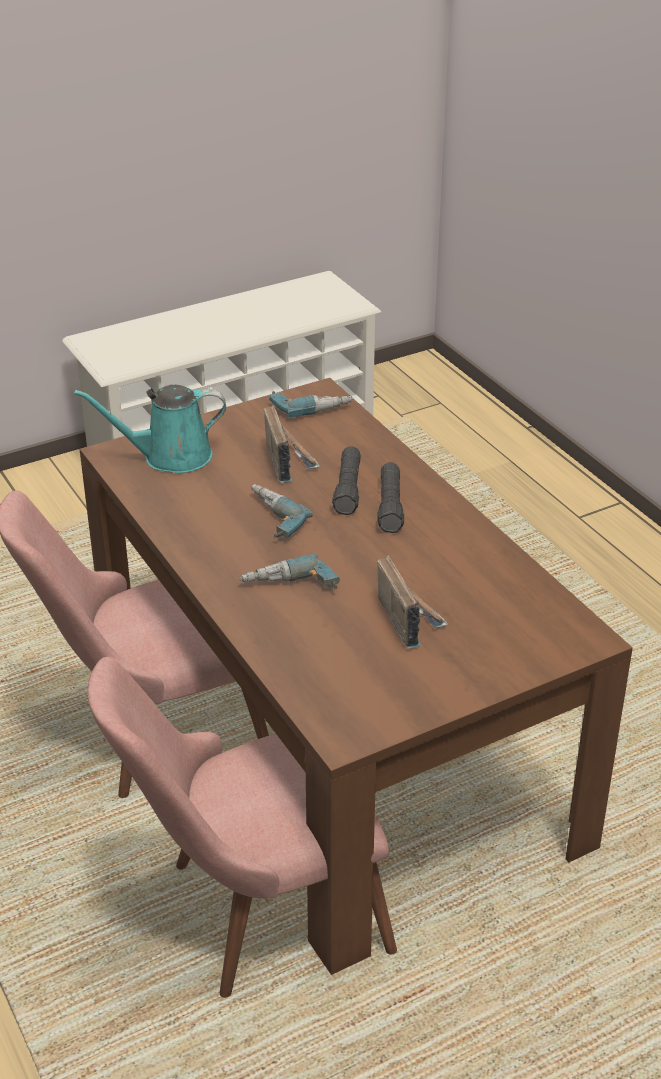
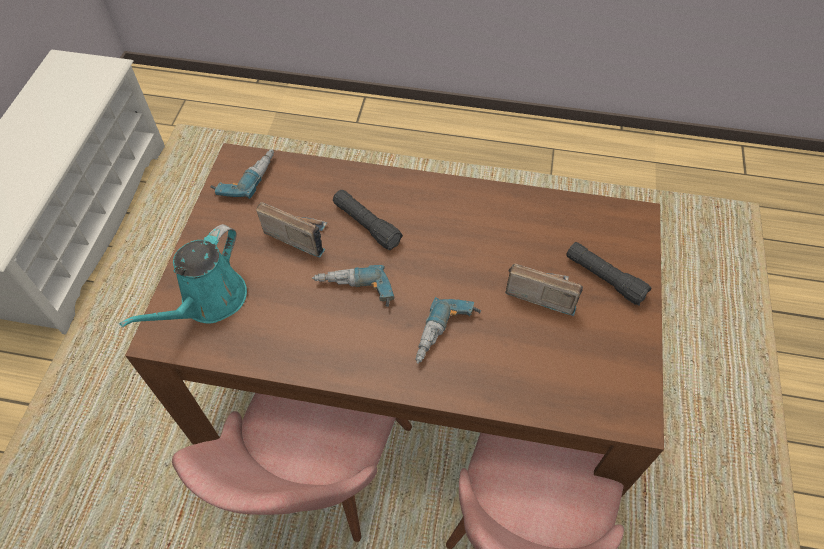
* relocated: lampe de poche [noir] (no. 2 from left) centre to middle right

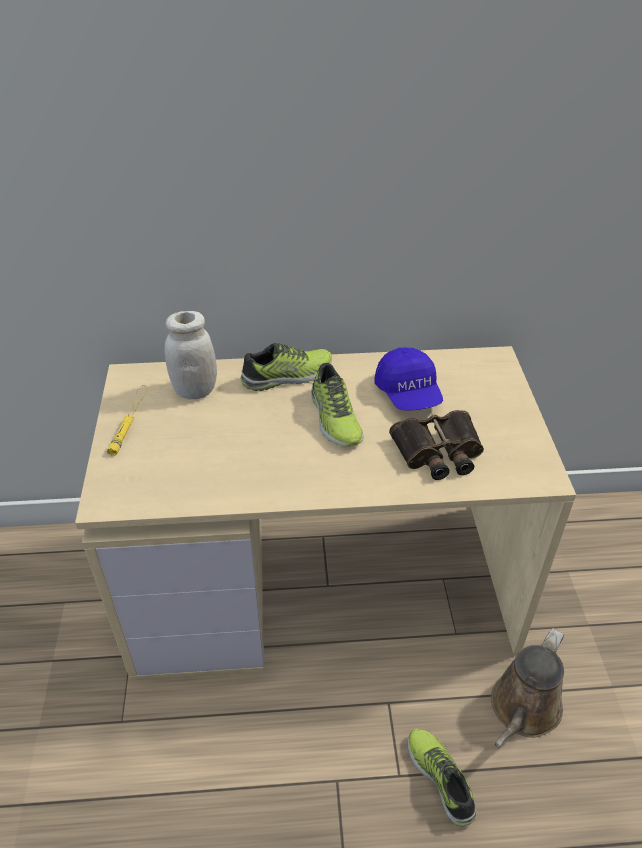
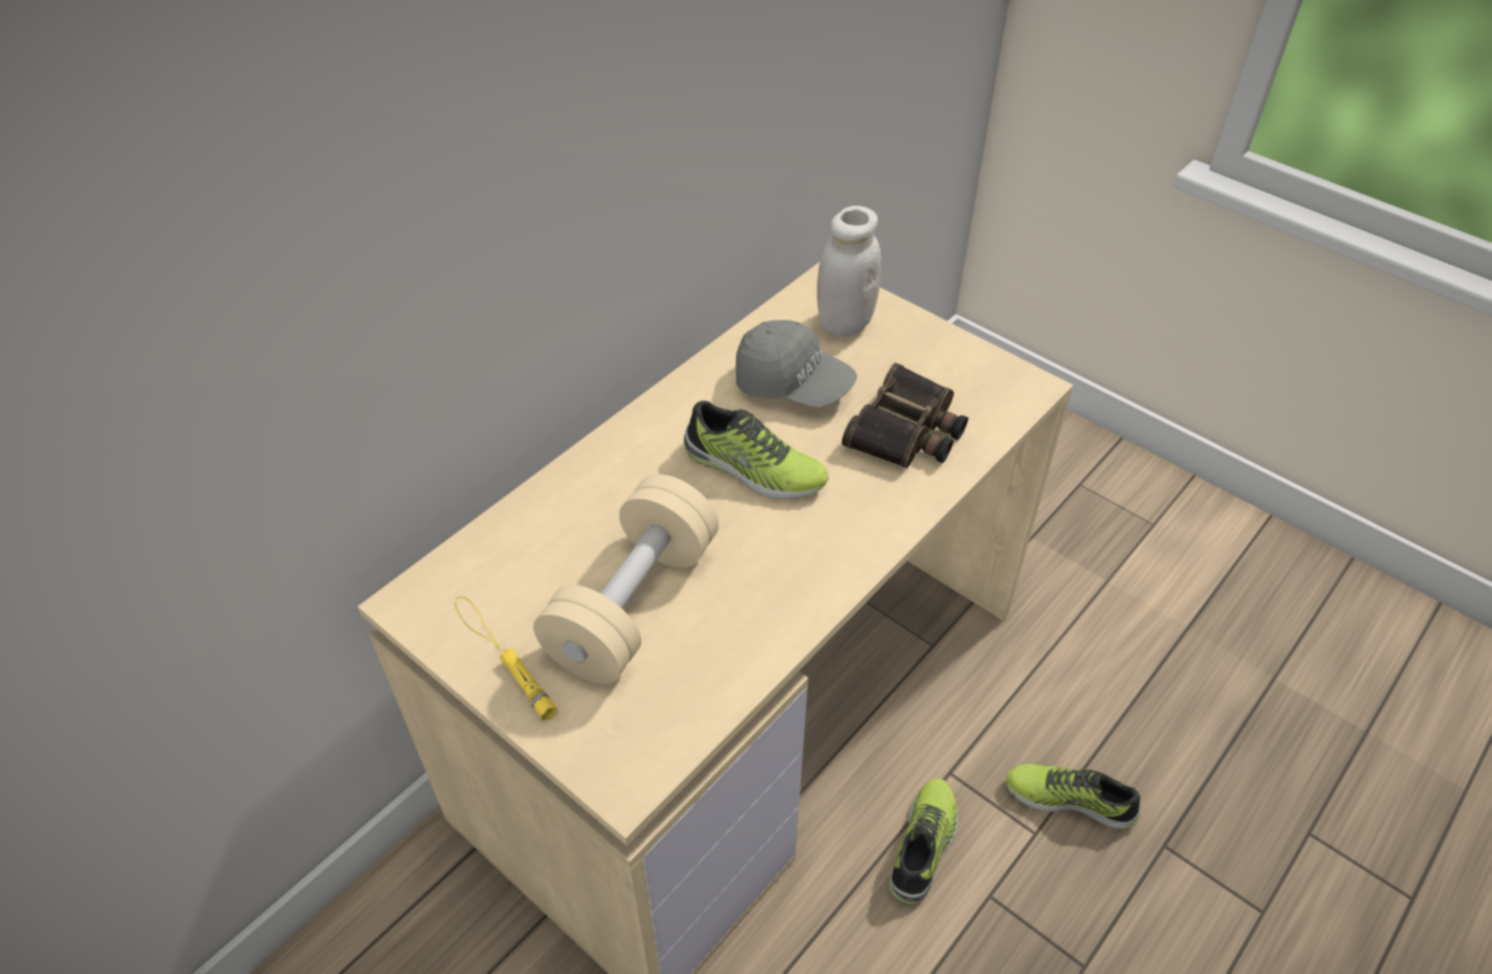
* appeared: haltère [beige] centre
* colour: casquette [bleu] centre to casquette [gris] centre
* relocated: bocal [blanc] middle left to top centre
* relocated: chaussure (no. 1 from left in the first image) centre to chaussure (no. 2 from left) bottom centre
* missing: arrosoir [marron] bottom right

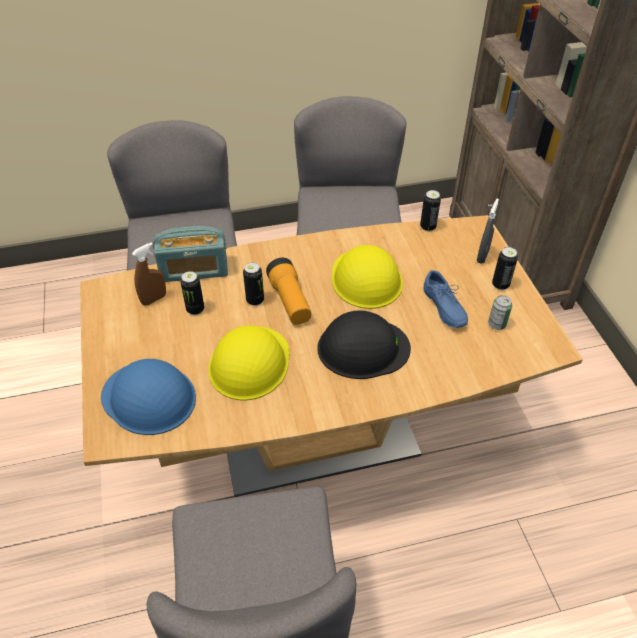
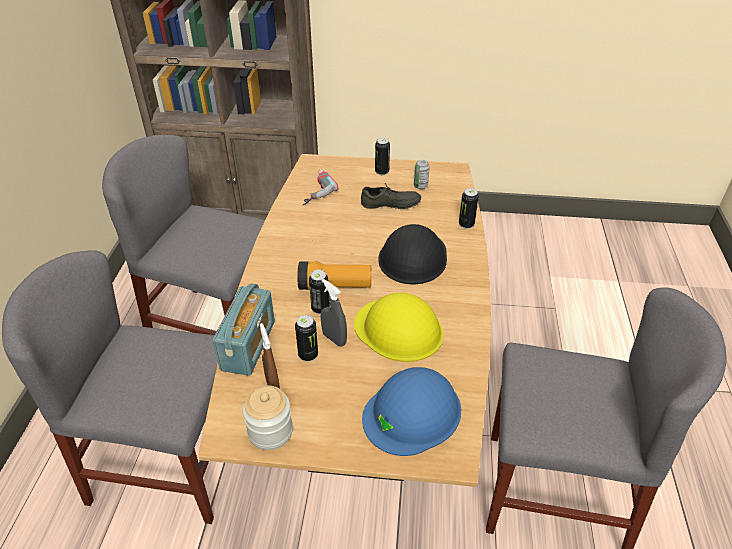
* appeared: bocal bottom centre
* appeared: perceuse centre
* relocated: vaporisateur [gris] middle right to centre
* colour: chaussure [bleu] middle right to chaussure [gris] centre
* relocated: boîte métallique (no. 3 from left in the first image) top right to boîte métallique (no. 5 from left) centre
* missing: casque de chantier [jaune] (no. 2 from left) centre

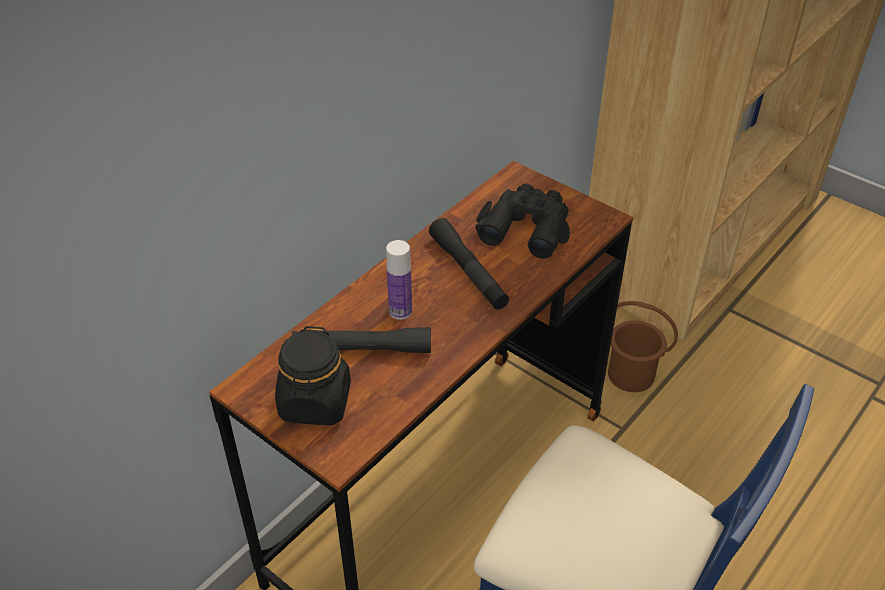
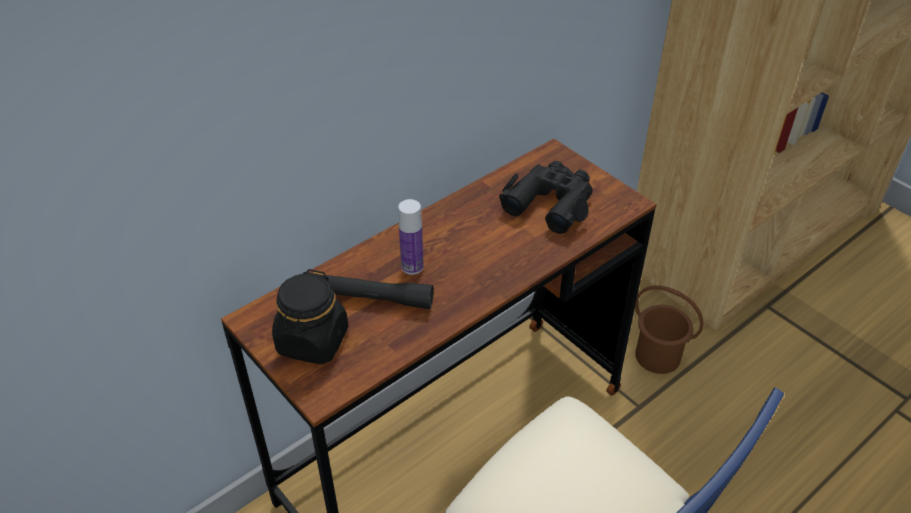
* missing: lampe de poche [noir] (no. 2 from left) centre

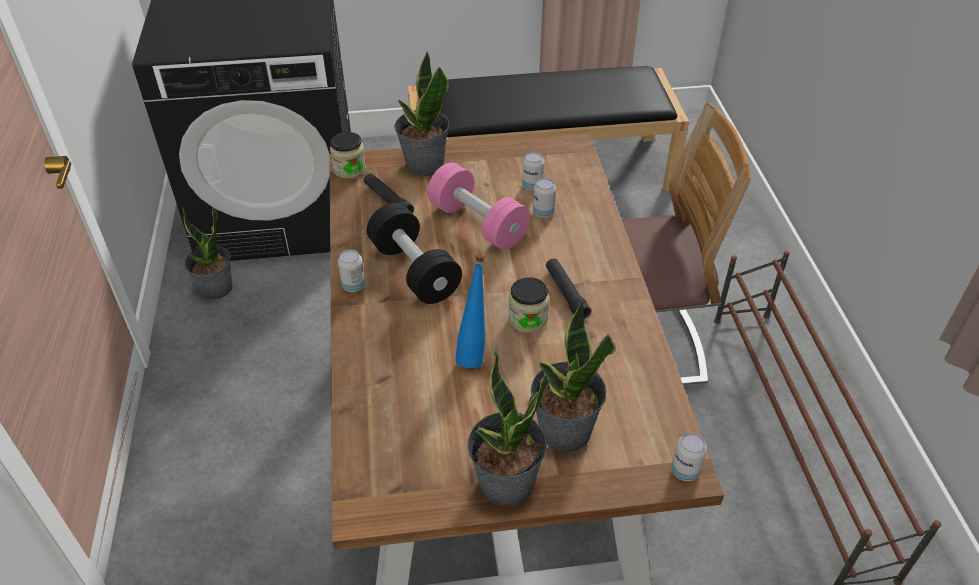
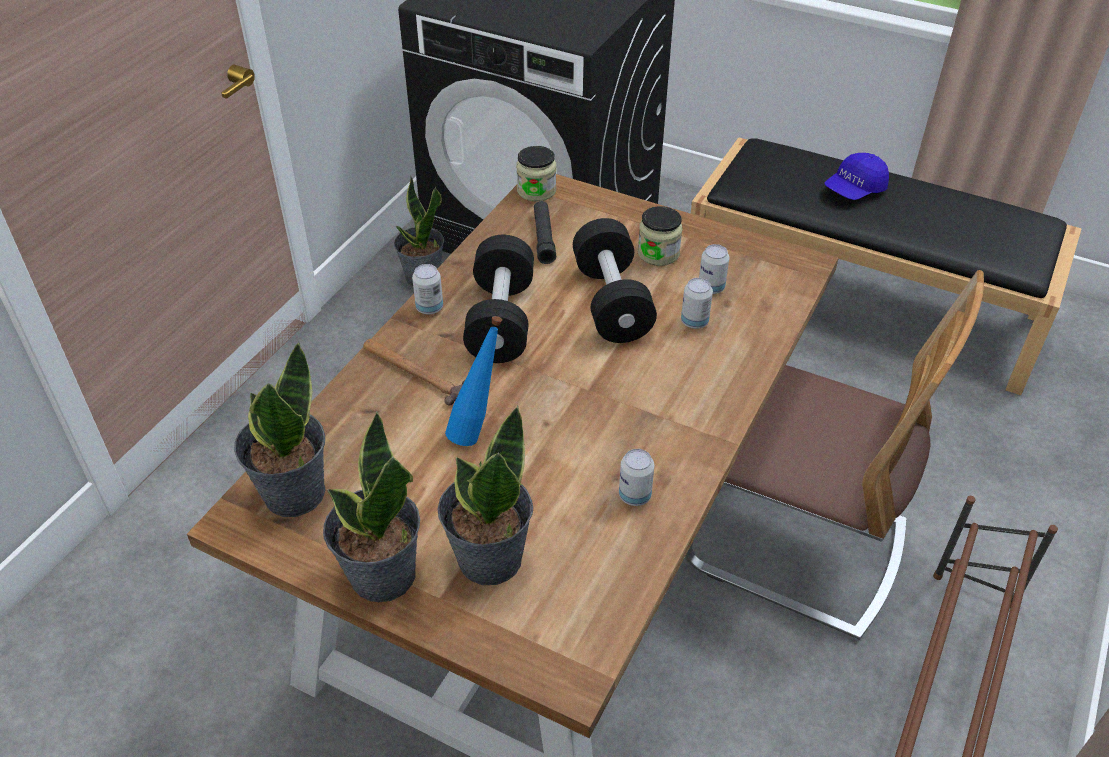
* relocated: plante en pot (no. 2 from left in the first image) top centre to plante en pot (no. 1 from left) middle left
* appeared: marteau centre
* colour: haltère [rose] centre to haltère [noir] (no. 2 from left) centre
* relocated: boîte métallique (no. 4 from left in the first image) bottom right to boîte métallique (no. 2 from left) centre
* relocated: bocal (no. 2 from left) centre to top centre
* appeared: casquette [bleu] top right
* missing: lampe de poche [noir] (no. 2 from left) centre

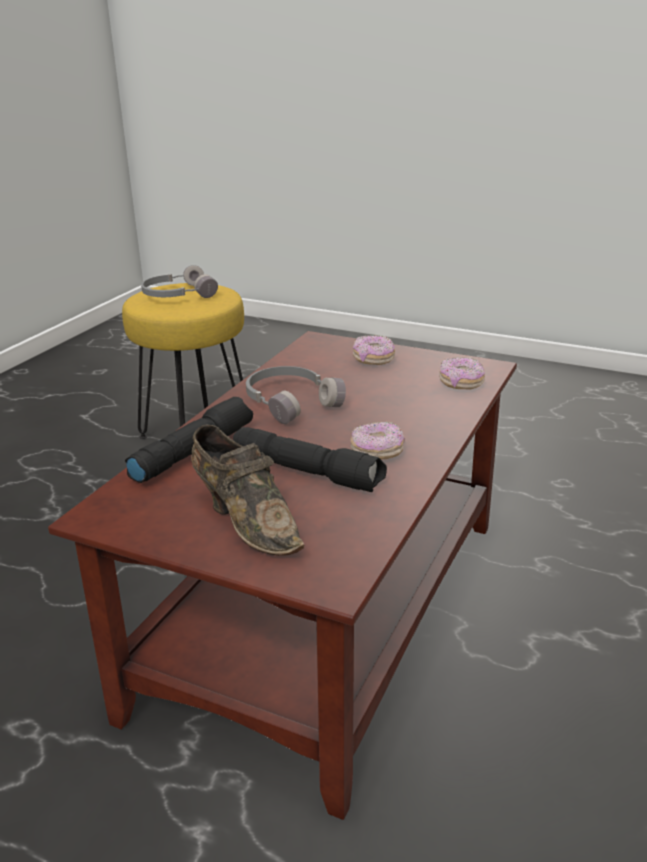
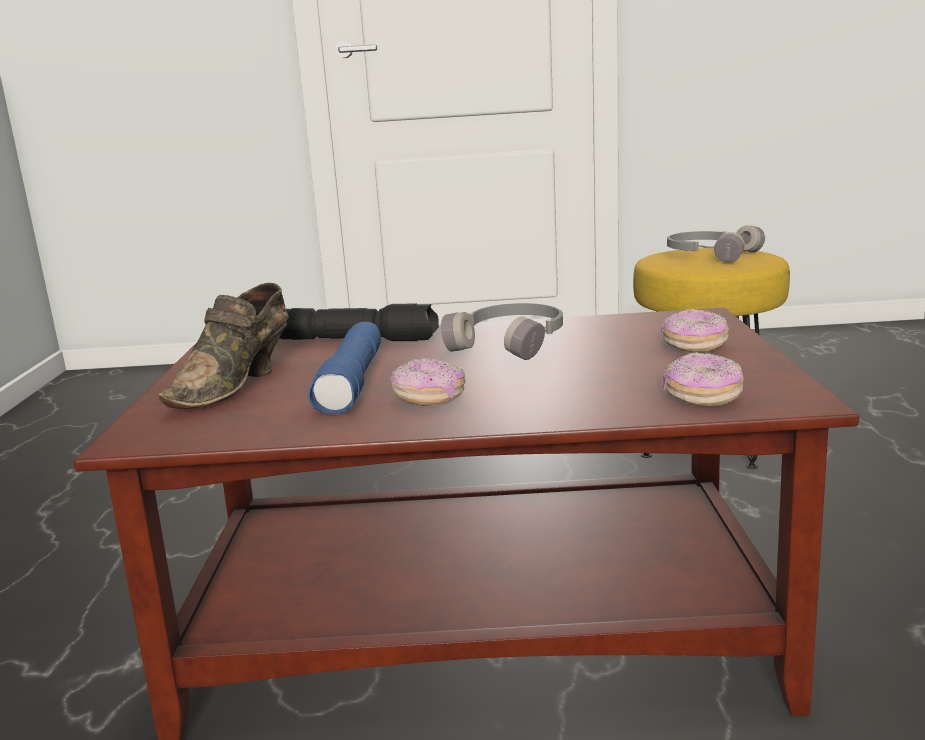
* colour: lampe de poche [noir] (no. 2 from left) centre to lampe de poche [bleu] centre

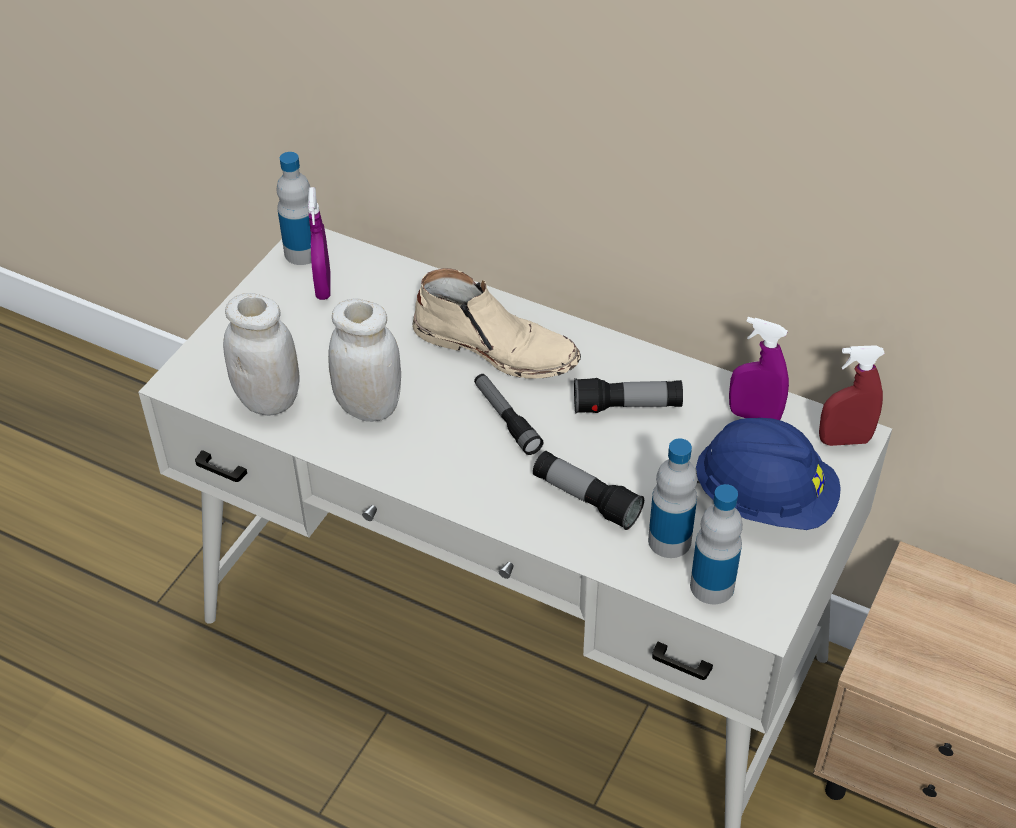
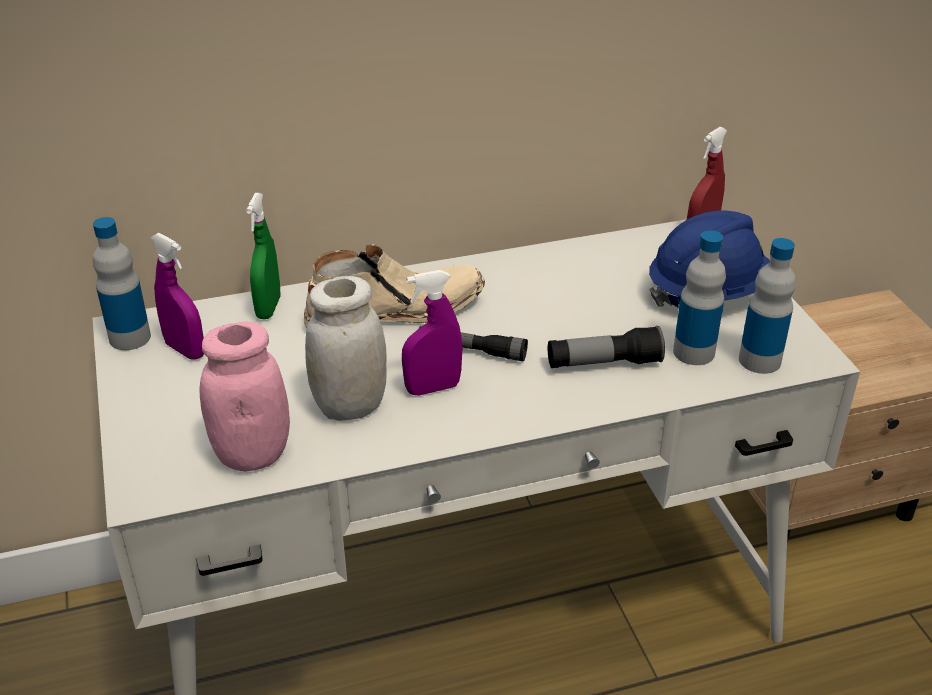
* colour: bocal [blanc] (no. 1 from left) middle left to bocal [rose] middle left
* appeared: vaporisateur [vert] middle left
* relocated: vaporisateur [violet] (no. 2 from left) middle right to centre
* missing: lampe de poche (no. 3 from left) centre

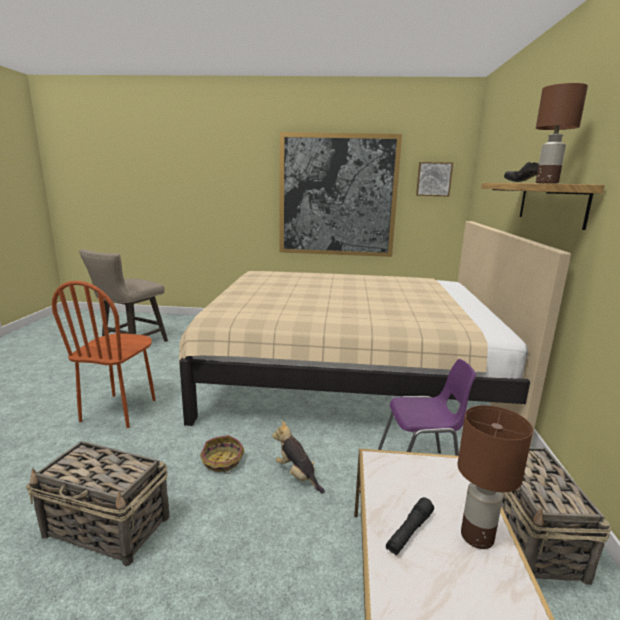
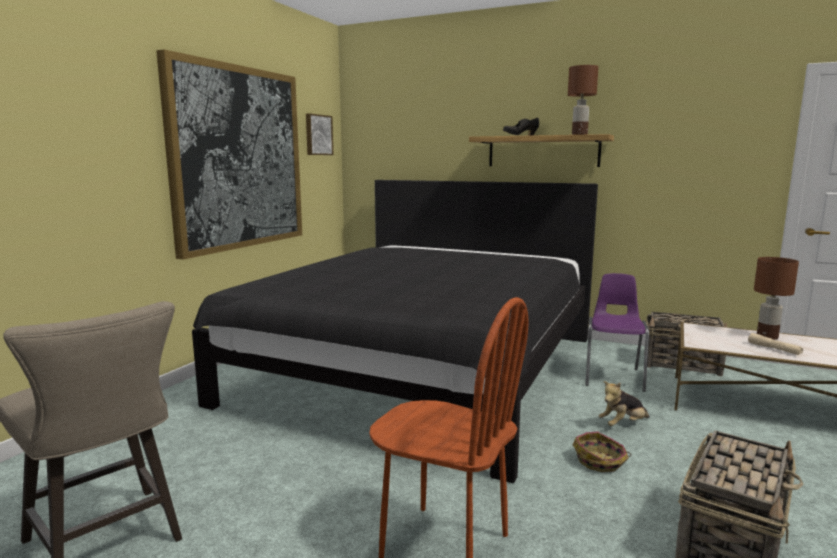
* colour: lit [beige] centre to lit [noir] centre
* colour: lampe de poche [noir] bottom centre to lampe de poche [beige] middle right

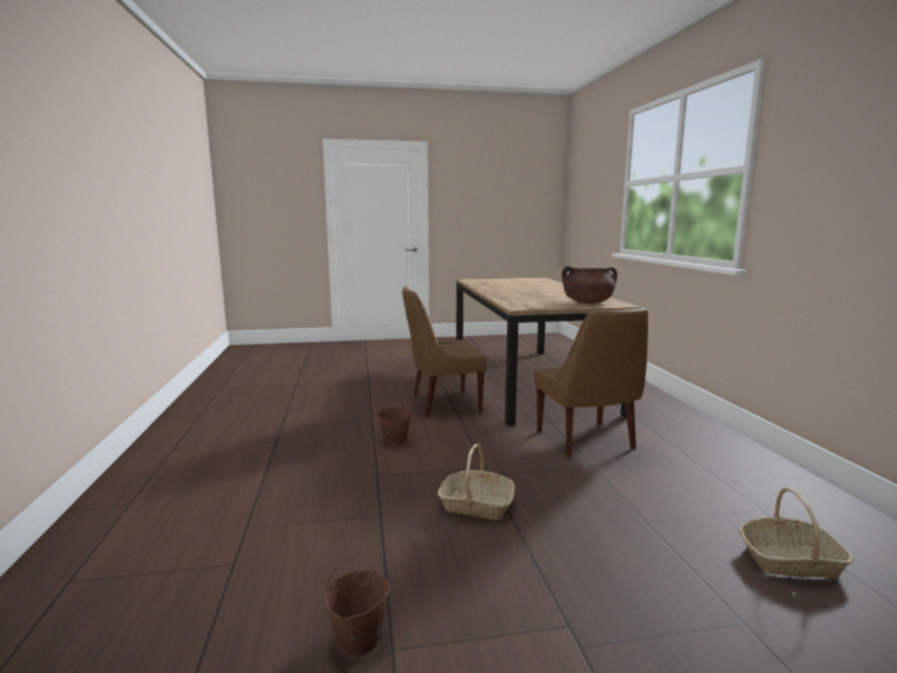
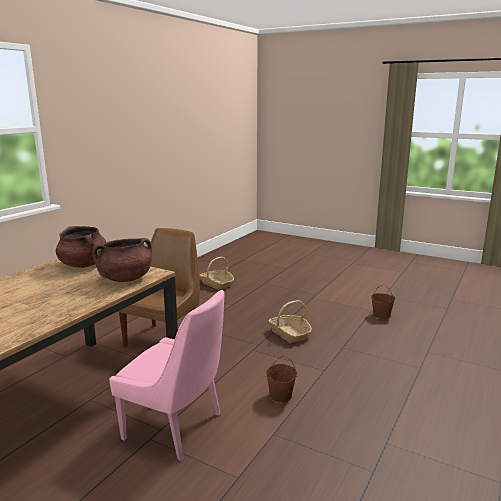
* appeared: marmite [marron] (no. 2 from left) middle left
* colour: chaise [marron] (no. 1 from left) centre to chaise [rose] bottom left

